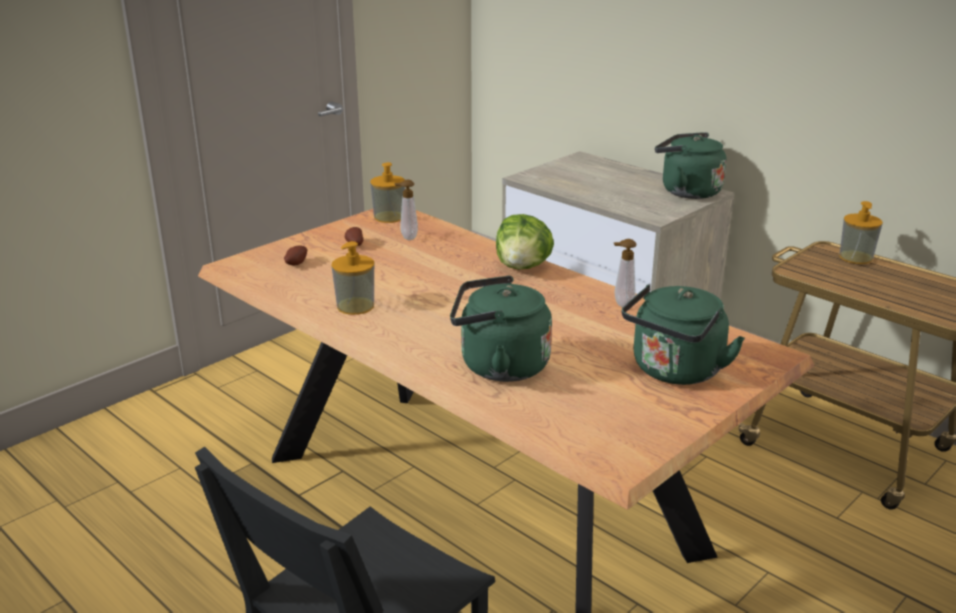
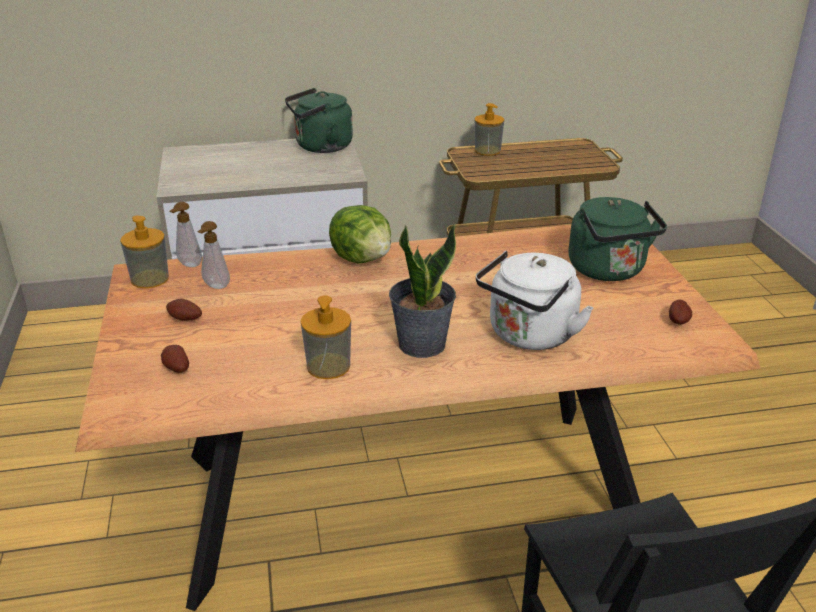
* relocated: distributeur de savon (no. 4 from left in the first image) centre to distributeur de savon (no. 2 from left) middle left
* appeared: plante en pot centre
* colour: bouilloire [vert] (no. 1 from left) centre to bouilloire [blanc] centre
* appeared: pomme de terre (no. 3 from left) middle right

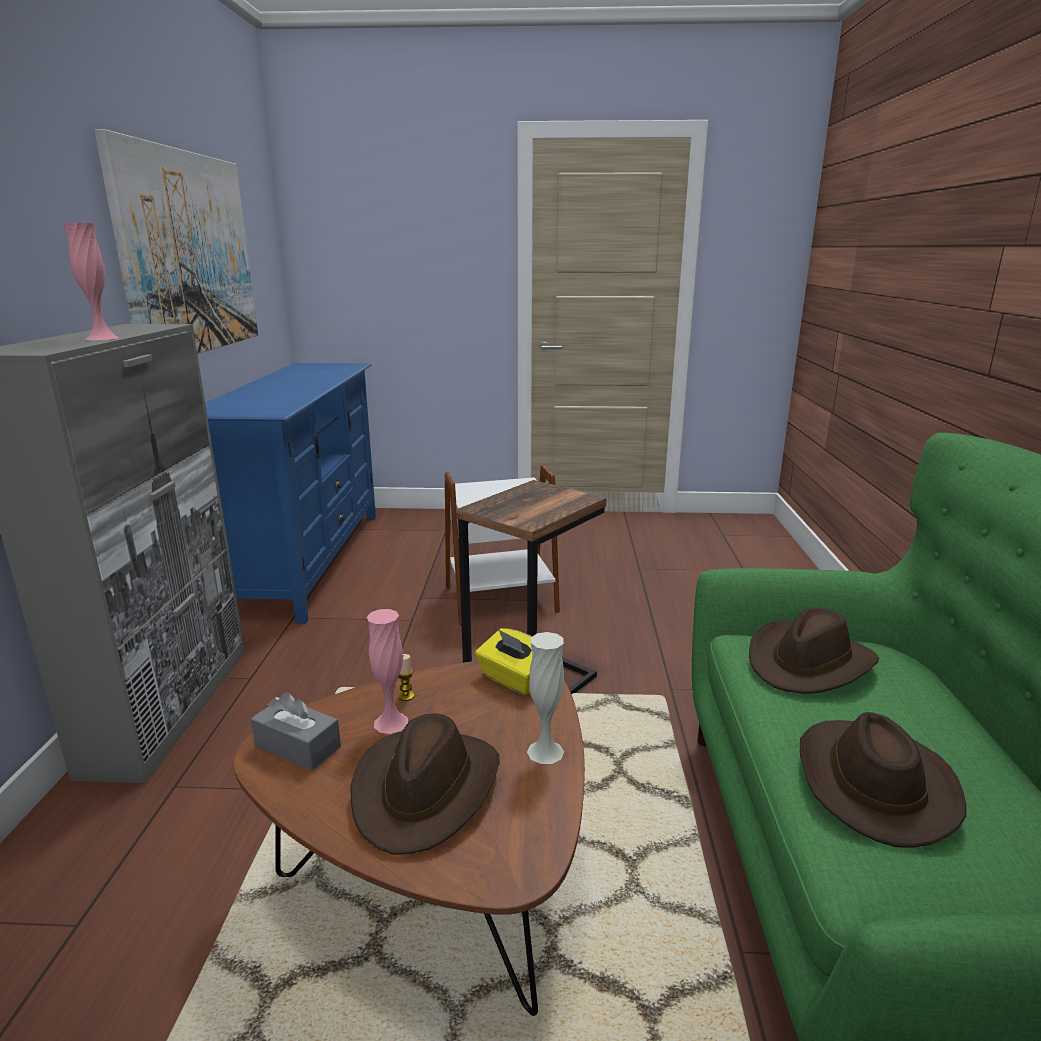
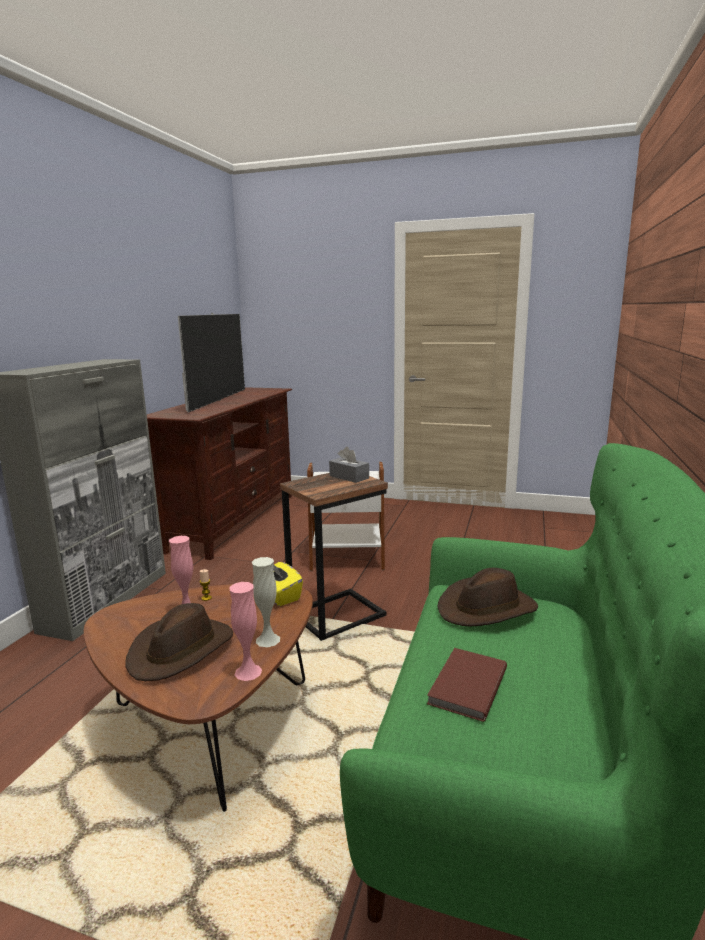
* colour: meuble télé [bleu] middle left to meuble télé [marron] middle left
* appeared: téléviseur middle left
* relocated: vase [rose] (no. 1 from left in the first image) top left to vase [rose] (no. 2 from left) bottom centre
* relocated: boîte à mouchoirs [gris] bottom left to centre
* exchanged: chapeau [marron] (no. 3 from left) bottom right to livre [marron] bottom centre
* missing: tableau top left

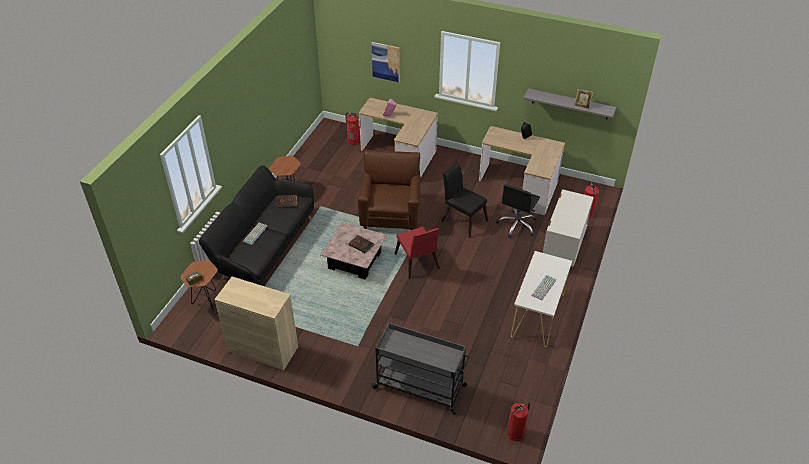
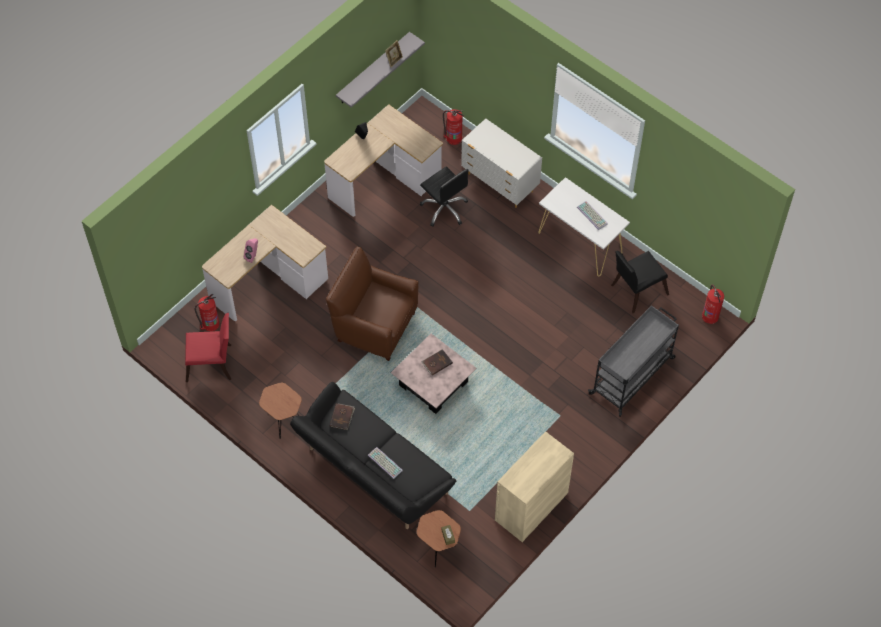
* relocated: chaise [rouge] centre to middle left
* relocated: chaise [noir] centre to middle right
* missing: tableau top centre

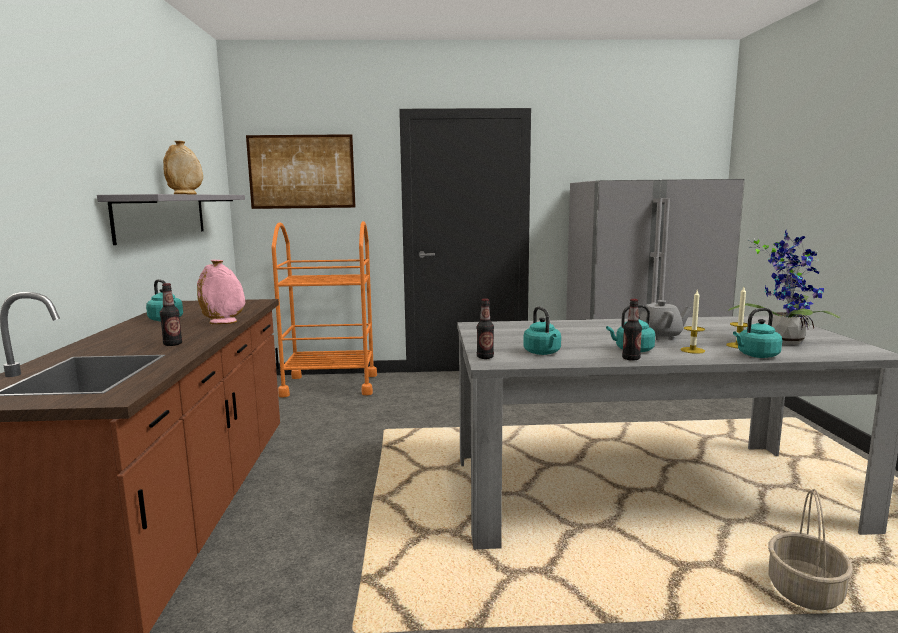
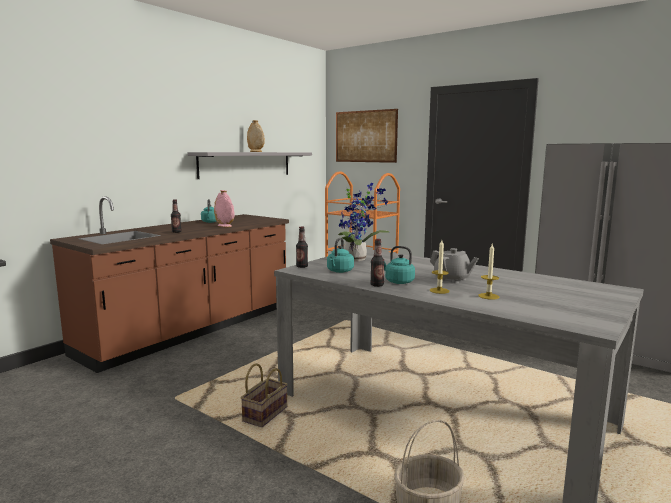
* appeared: panier (no. 1 from left) bottom centre
* relocated: plante en pot middle right to centre
* missing: bouilloire [turquoise] (no. 4 from left) middle right

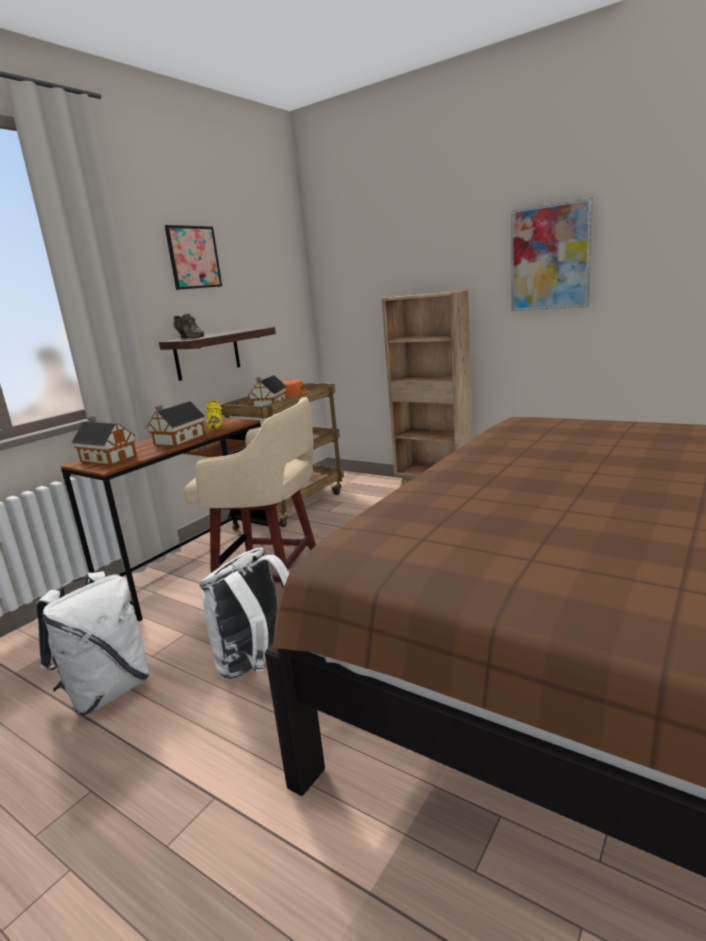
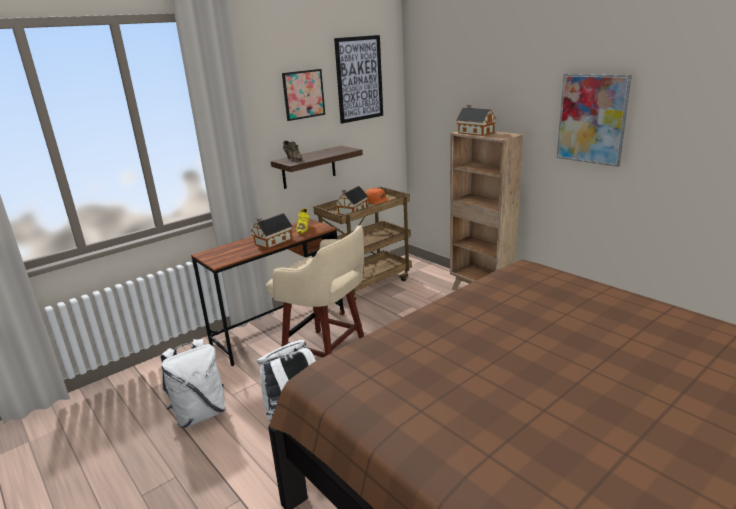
* appeared: tableau (no. 2 from left) top centre
* relocated: maison miniature (no. 1 from left in the first image) middle left to maison miniature (no. 3 from left) top centre

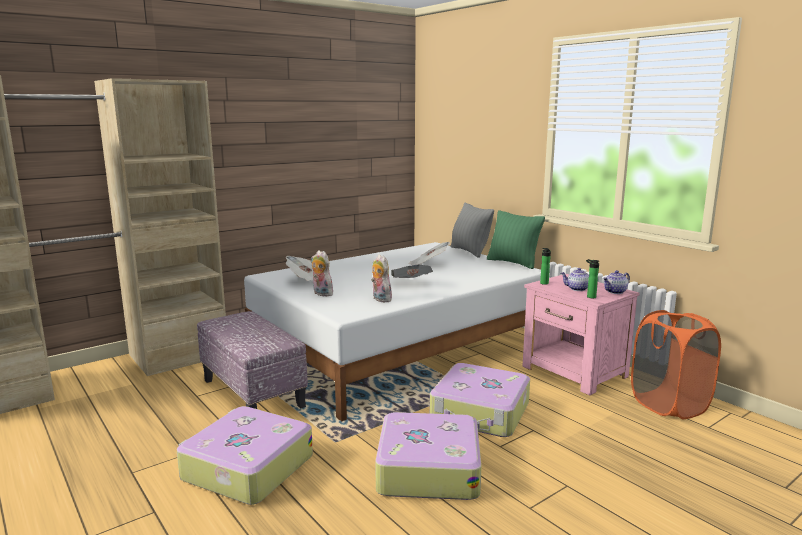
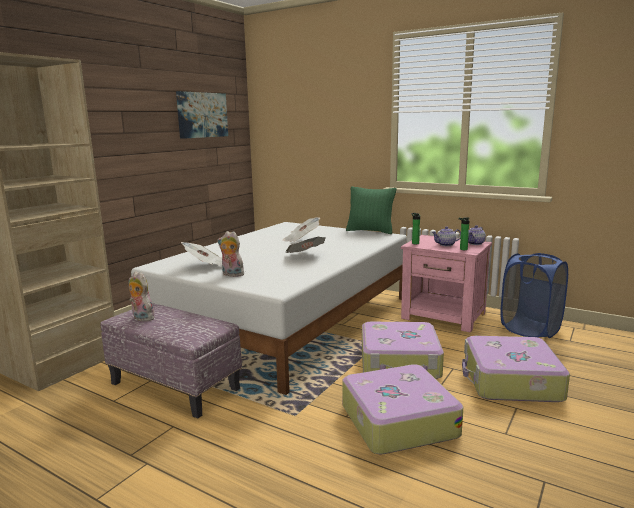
* relocated: peluche (no. 2 from left in the first image) centre to peluche (no. 1 from left) middle left
* appeared: tableau top left
* relocated: valise (no. 1 from left in the first image) bottom left to valise (no. 3 from left) bottom right
* colour: panier à linge [orange] bottom right to panier à linge [bleu] middle right
* missing: coussin [gris] centre

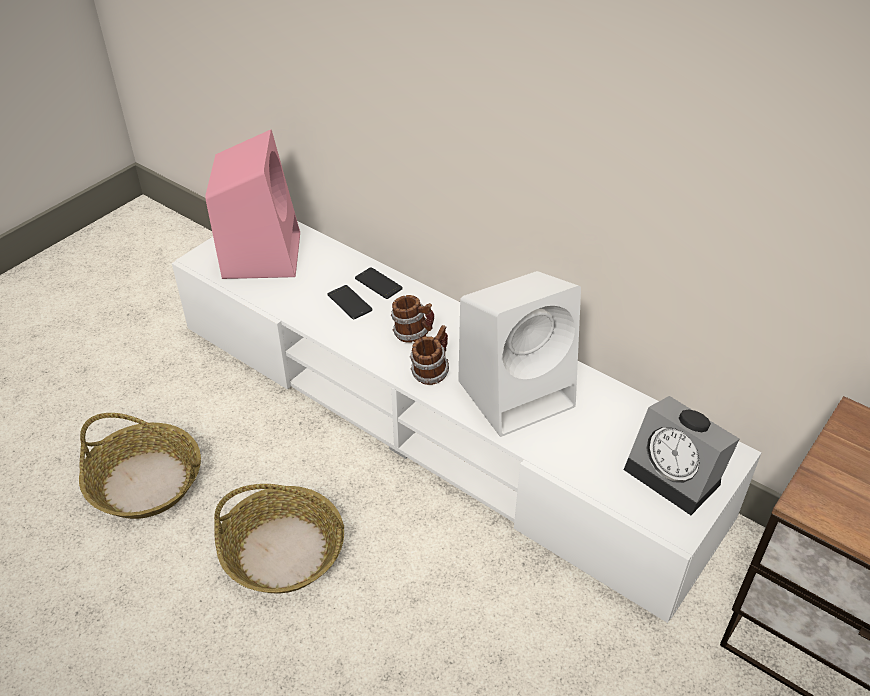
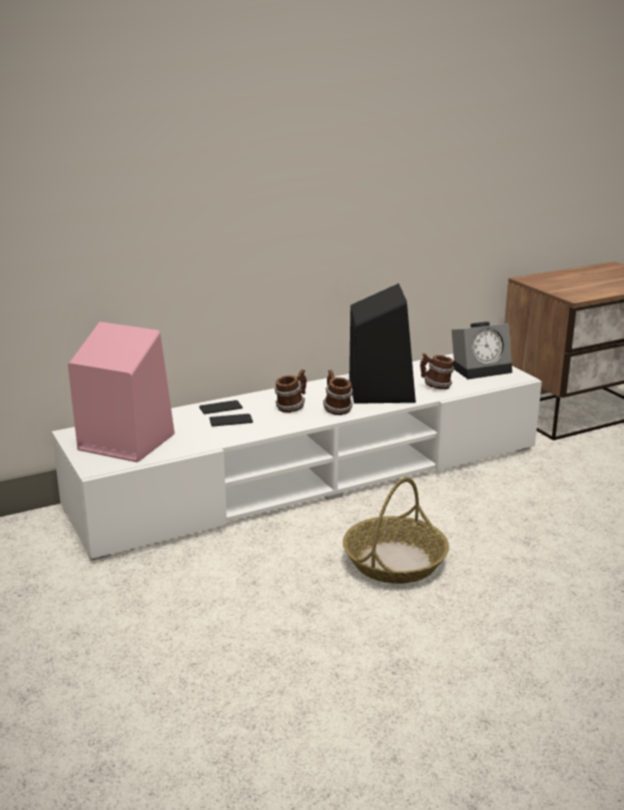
* colour: enceinte [blanc] centre to enceinte [noir] centre
* appeared: mug (no. 3 from left) middle right
* missing: panier (no. 1 from left) bottom left

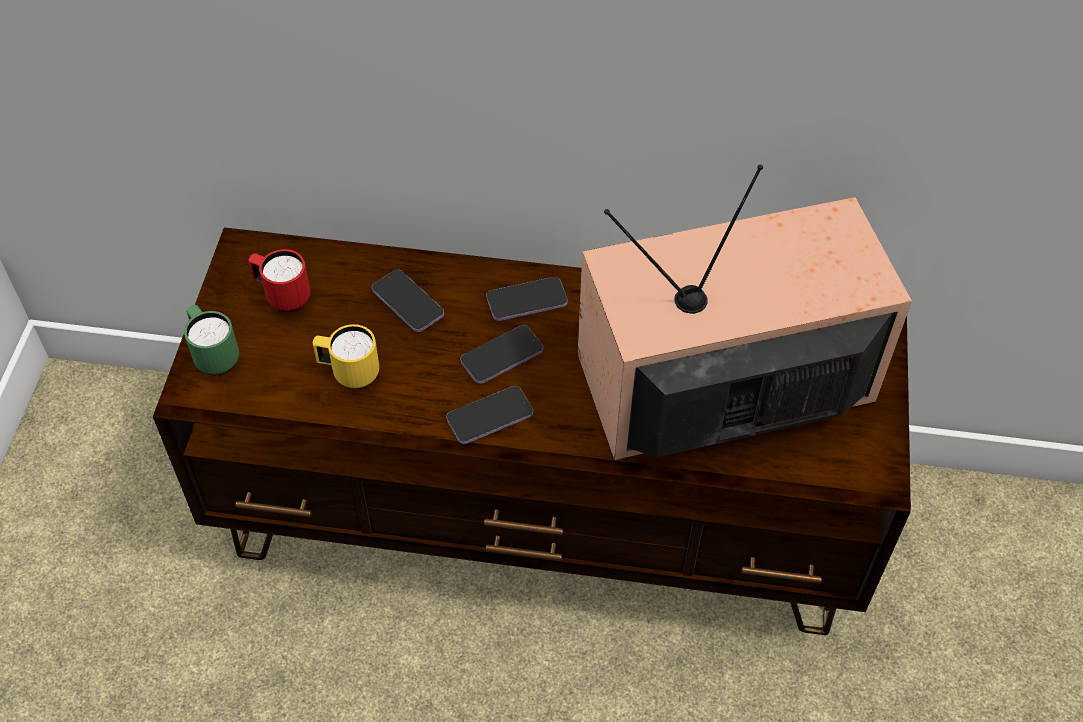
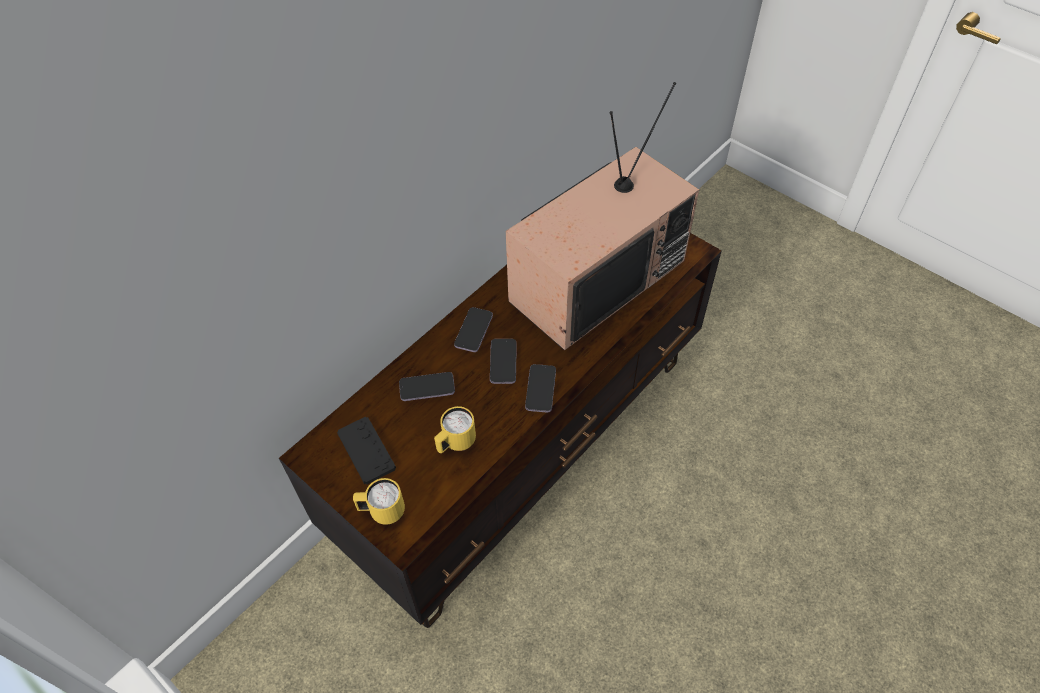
* exchanged: mug [rouge] middle left to manette [noir] centre
* colour: mug [vert] middle left to mug [jaune] (no. 1 from left) bottom centre
* spun: téléviseur middle right = top centre 150 degrees counterclockwise

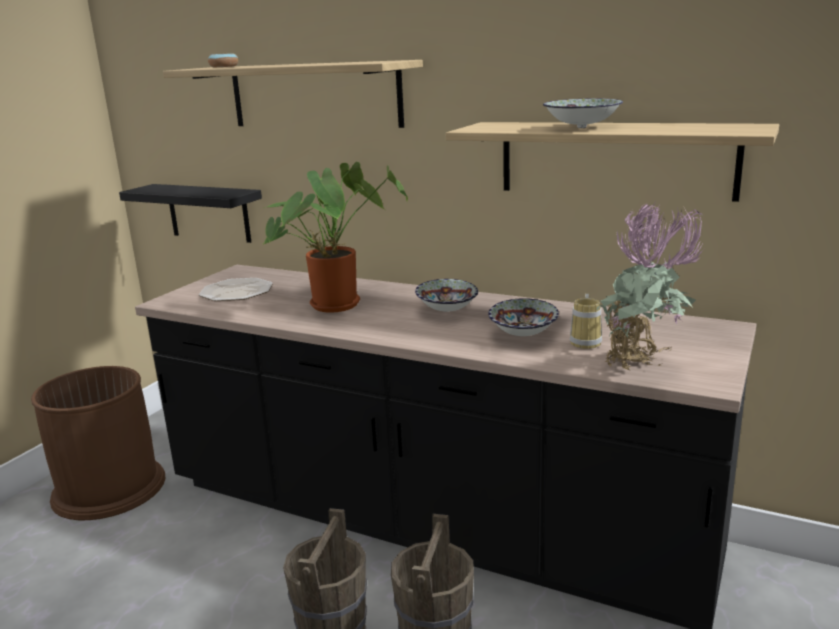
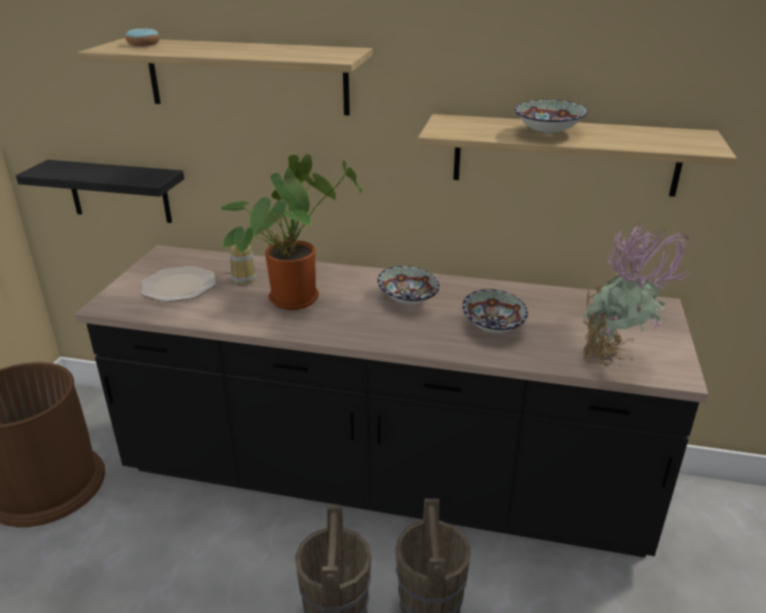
* relocated: mug middle right to middle left

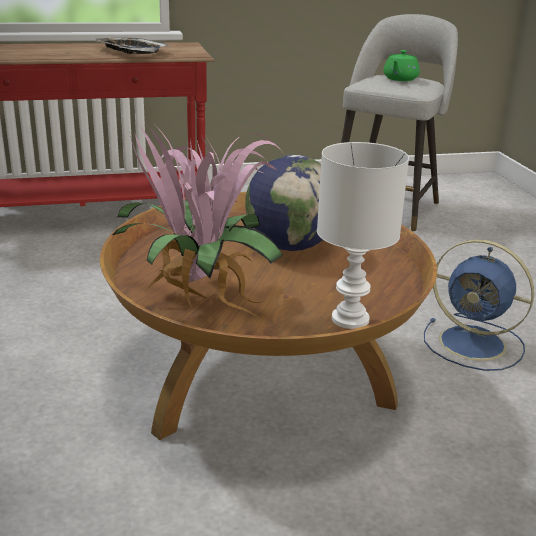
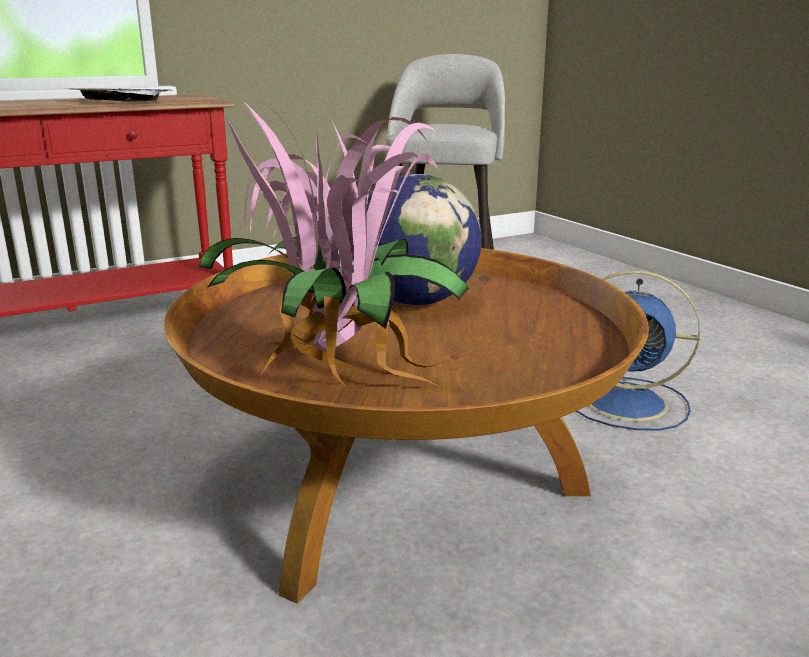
* missing: lampe de table [blanc] middle right
* missing: théière [vert] top right

